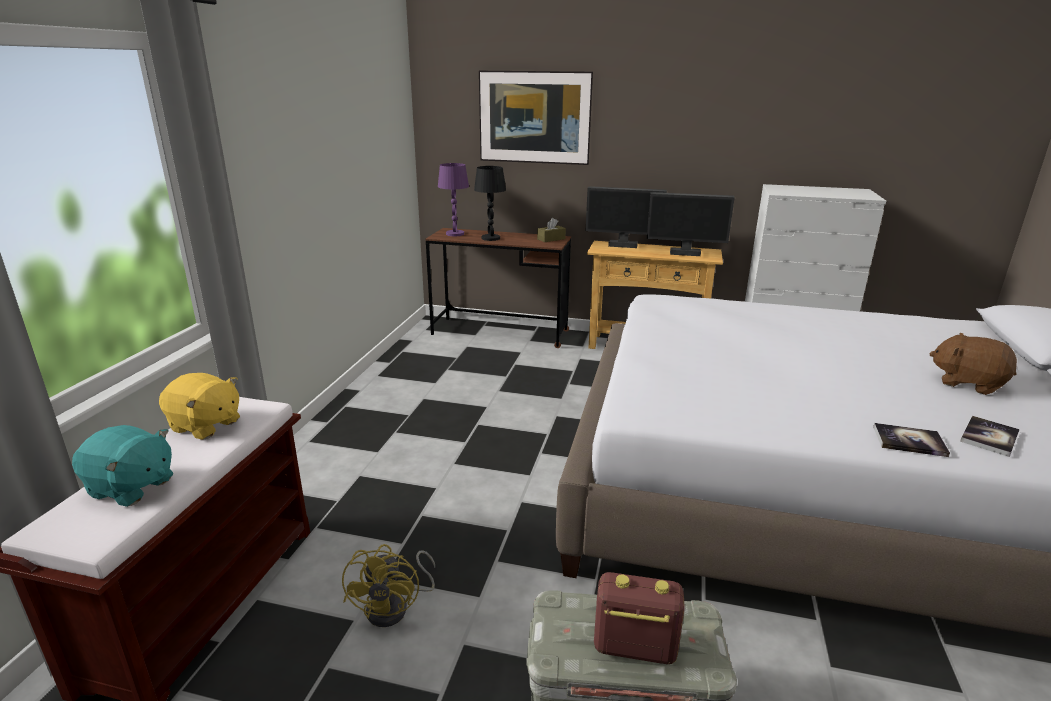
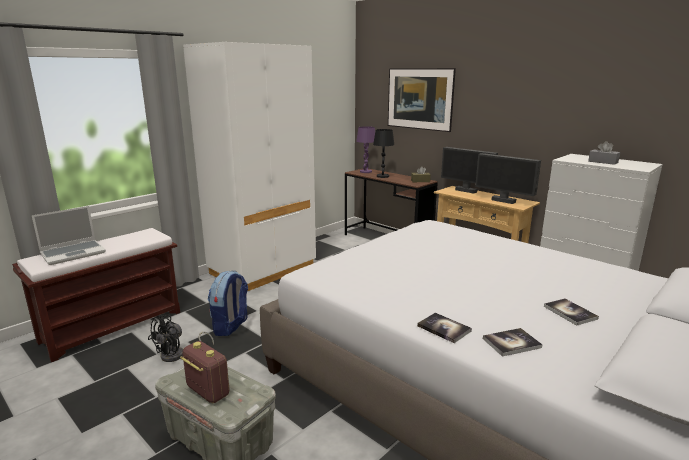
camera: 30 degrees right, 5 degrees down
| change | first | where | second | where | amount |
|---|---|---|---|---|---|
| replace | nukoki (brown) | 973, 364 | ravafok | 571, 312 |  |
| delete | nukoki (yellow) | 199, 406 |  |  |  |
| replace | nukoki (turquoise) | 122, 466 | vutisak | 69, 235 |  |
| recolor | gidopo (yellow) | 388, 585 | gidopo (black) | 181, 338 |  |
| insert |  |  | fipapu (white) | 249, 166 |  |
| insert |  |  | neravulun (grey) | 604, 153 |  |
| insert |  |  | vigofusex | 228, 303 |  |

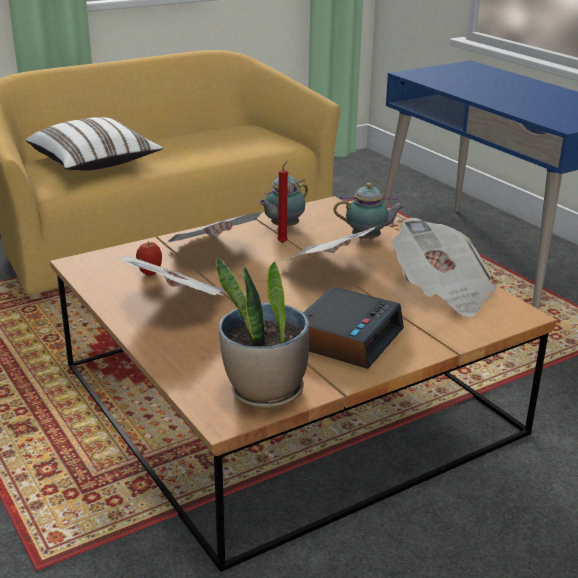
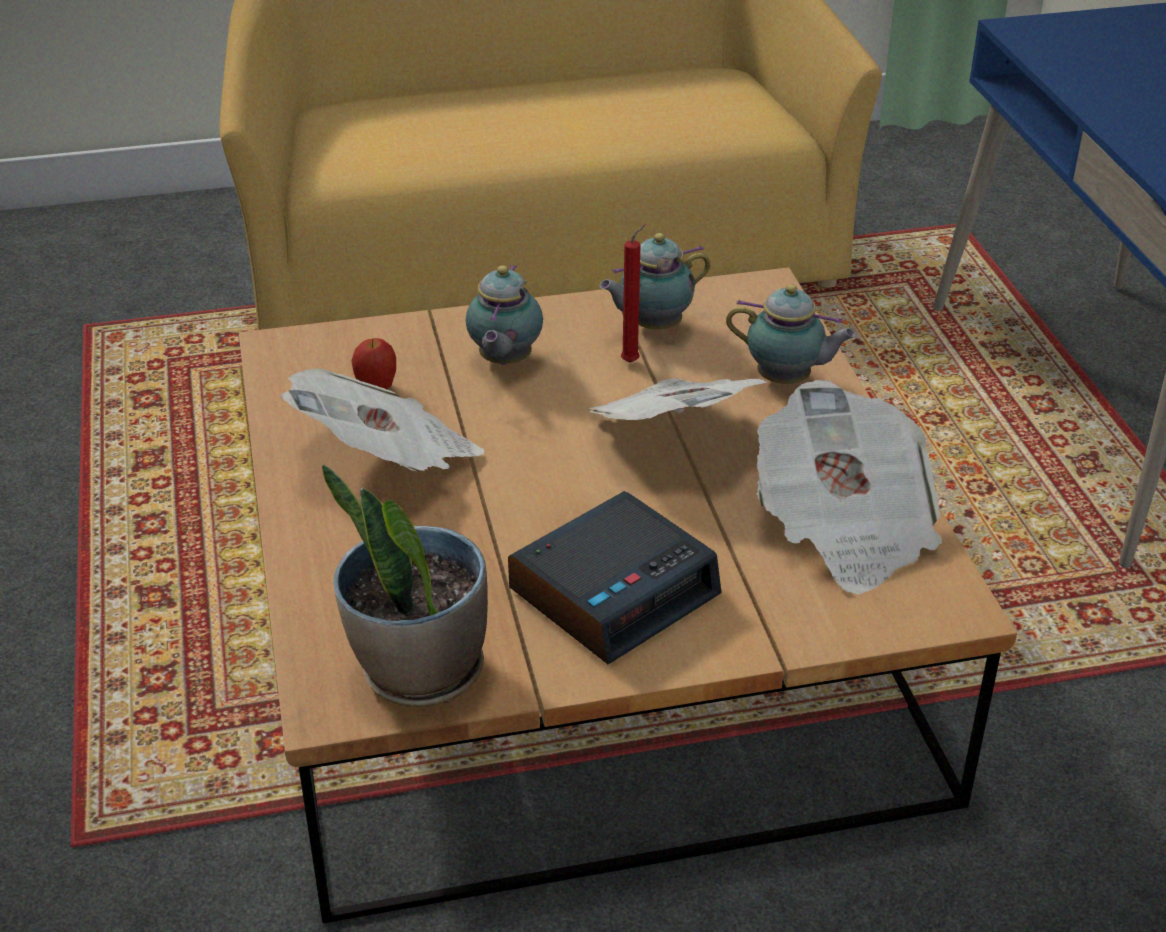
camera: 20 degrees right, 10 degrees up
| change | first | where | second | where | amount |
|---|---|---|---|---|---|
| delete | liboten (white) | 94, 144 |  |  |  |
| replace | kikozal | 215, 227 | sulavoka | 504, 315 |  |

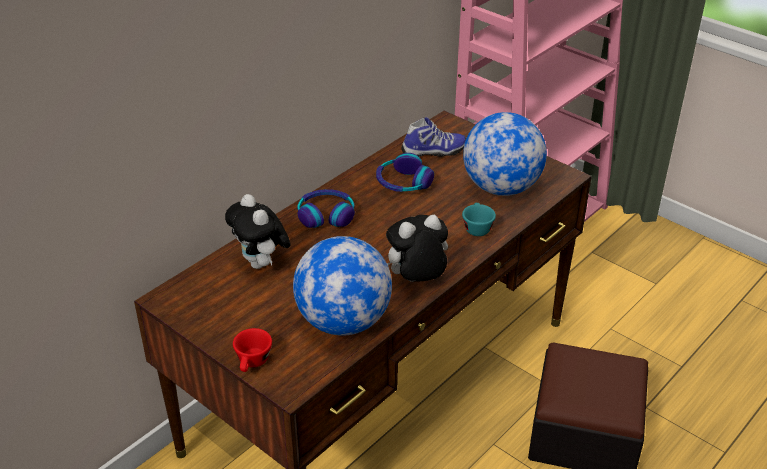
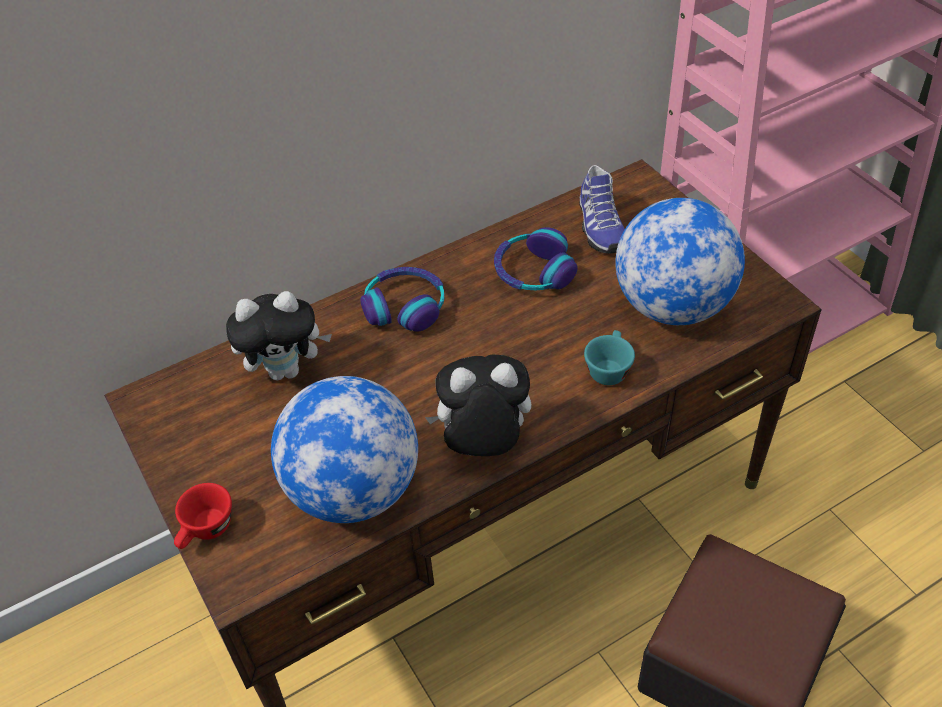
camera: 20 degrees right, 10 degrees up
| change | first | where | second | where | amount |
|---|---|---|---|---|---|
| rotate | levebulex | 433, 137 |  | 602, 209 | 75 degrees clockwise |
| rotate | nukoki | 258, 231 |  | 279, 336 | 90 degrees counterclockwise |

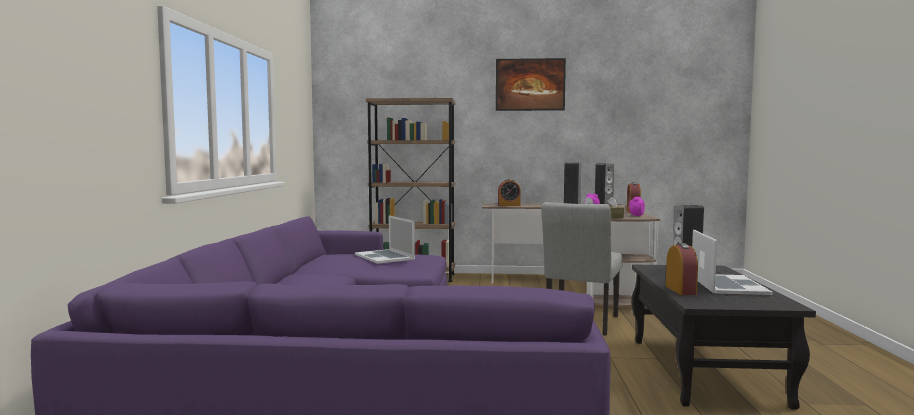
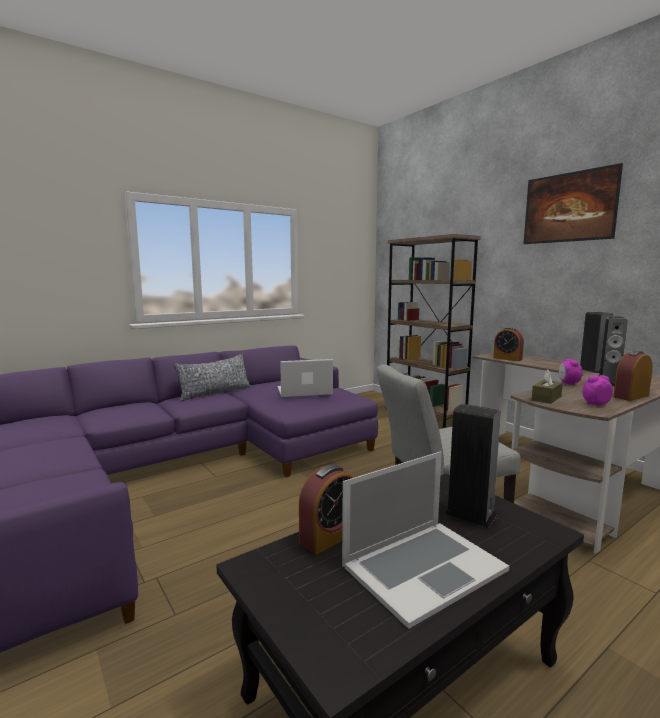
camera: 50 degrees right, 5 degrees up
| change | first | where | second | where | amount |
|---|---|---|---|---|---|
| rotate | vutisak | 385, 240 |  | 305, 378 | 60 degrees clockwise |
| insert |  |  | liboten | 212, 378 |  |

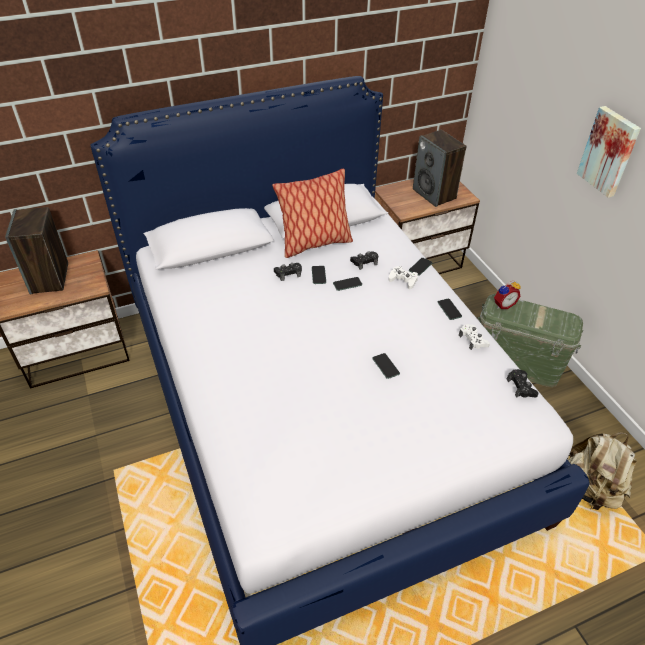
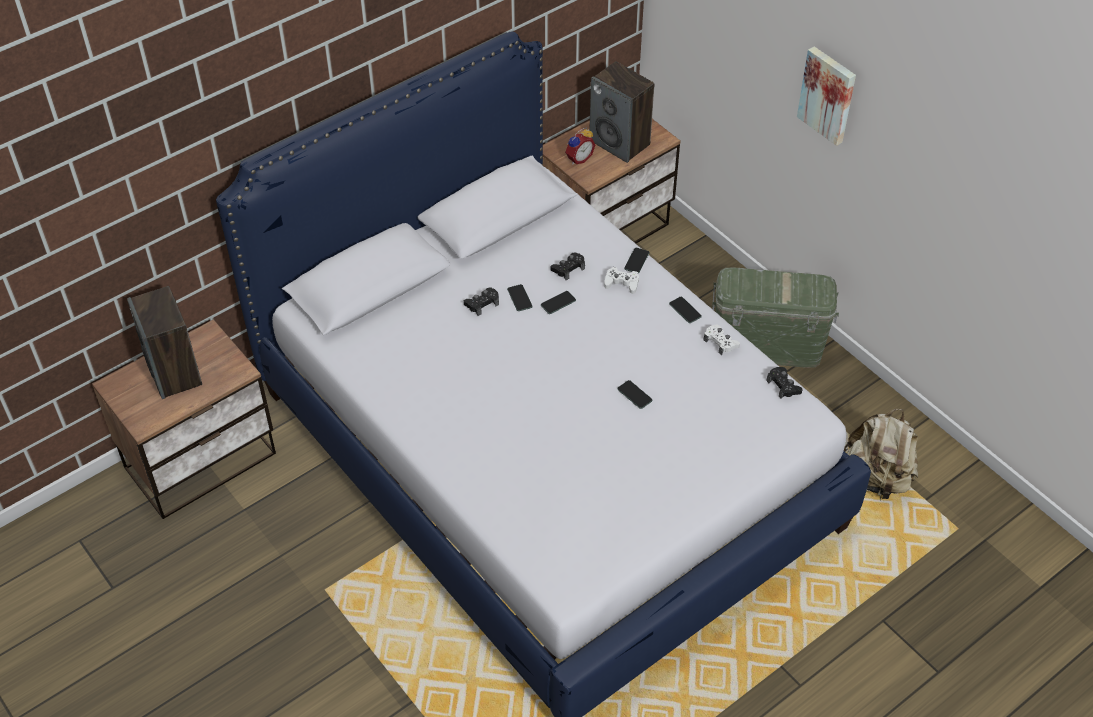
camera: 15 degrees left, 5 degrees up
| change | first | where | second | where | amount |
|---|---|---|---|---|---|
| delete | liboten | 312, 213 |  |  |  |
| move | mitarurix | 507, 294 |  | 580, 145 |  |

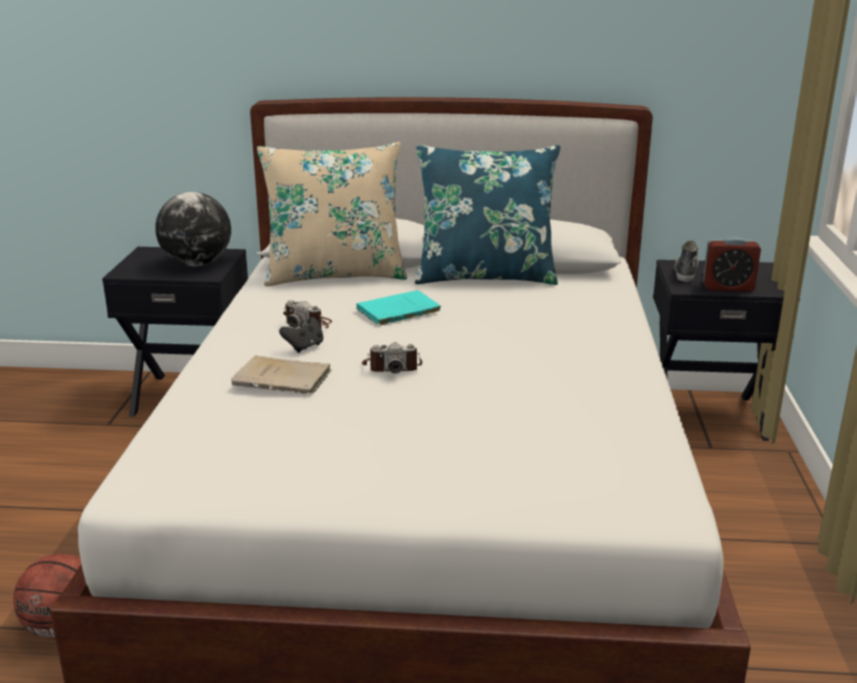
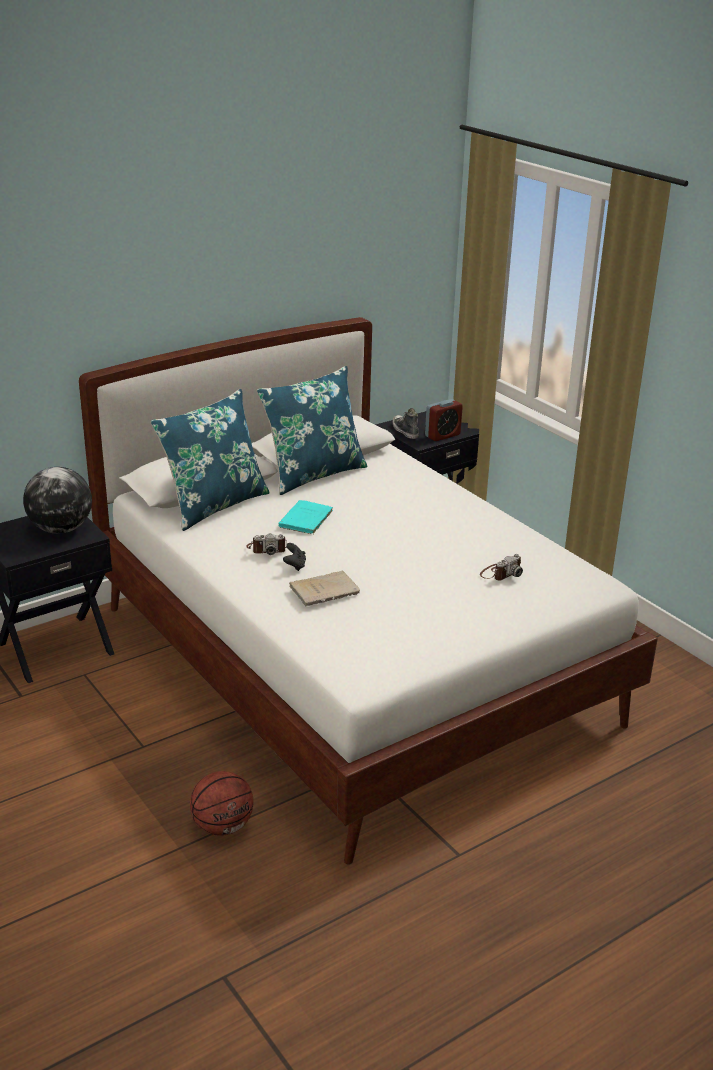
camera: 40 degrees left, 5 degrees up
| change | first | where | second | where | amount |
|---|---|---|---|---|---|
| recolor | liboten (beige) | 332, 214 | liboten (blue) | 210, 460 |  |
| move | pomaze | 392, 357 |  | 501, 567 |  |

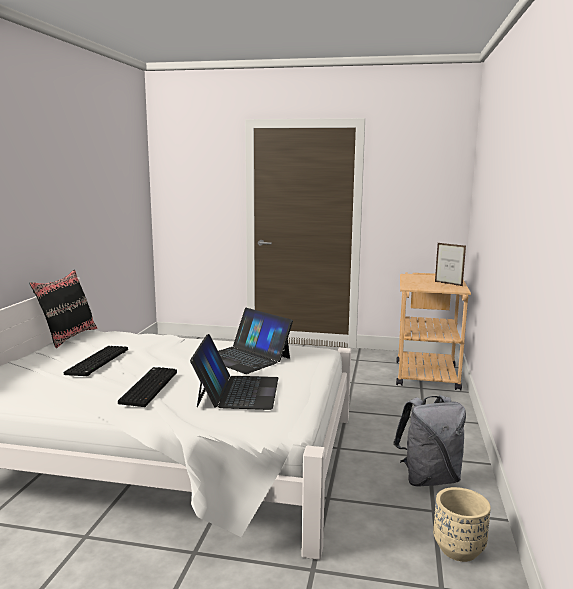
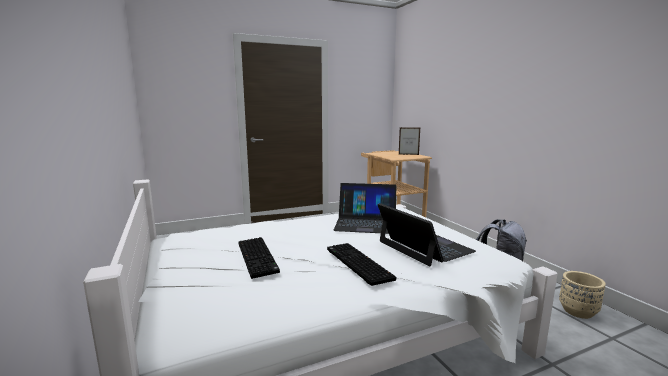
camera: 35 degrees left, 0 degrees up
| change | first | where | second | where | amount |
|---|---|---|---|---|---|
| delete | liboten (black) | 63, 309 |  |  |  |

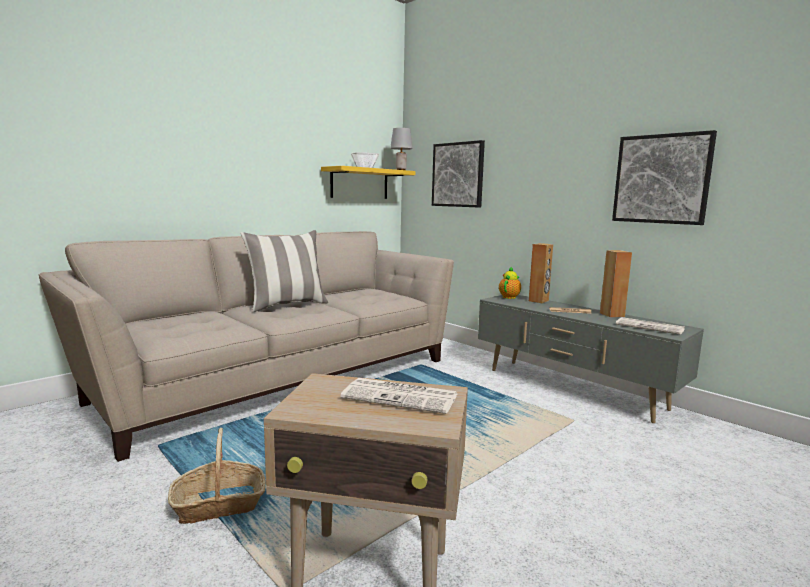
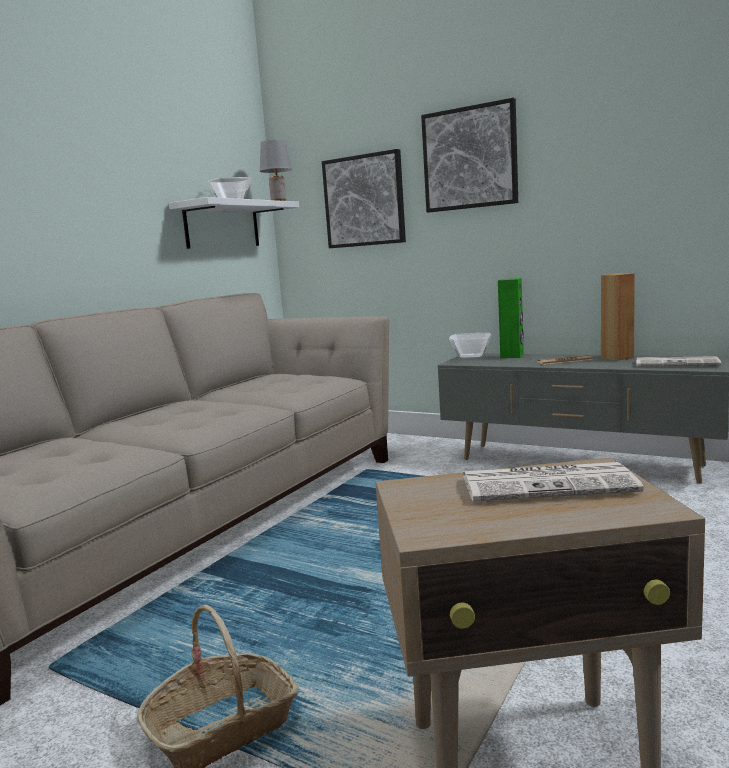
camera: 15 degrees left, 0 degrees up
| change | first | where | second | where | amount |
|---|---|---|---|---|---|
| move | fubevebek | 664, 177 |  | 469, 155 |  |
| recolor | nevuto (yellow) | 368, 182 | nevuto (white) | 234, 223 |  |
| delete | liboten | 284, 271 |  |  |  |
| recolor | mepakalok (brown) | 541, 273 | mepakalok (green) | 511, 318 |  |
| replace | sulavoka | 510, 282 | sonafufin | 470, 346 |  |

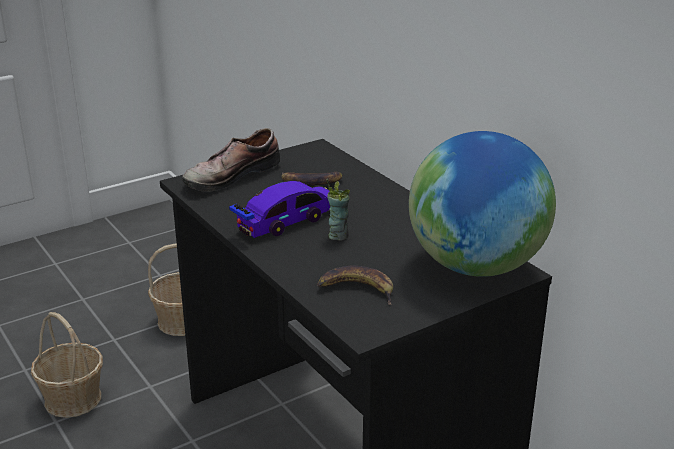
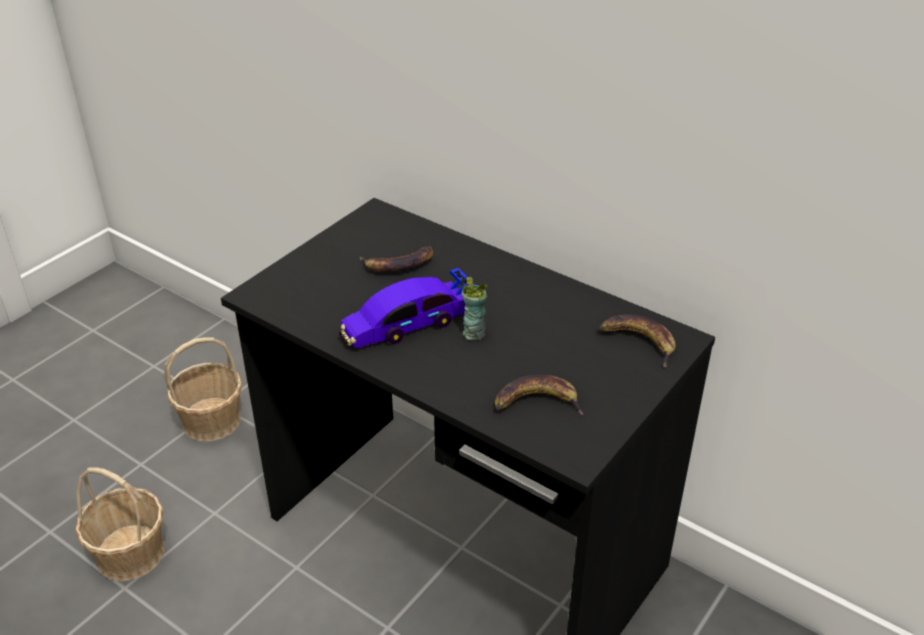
camera: 20 degrees left, 10 degrees up
| change | first | where | second | where | amount |
|---|---|---|---|---|---|
| delete | levebulex | 231, 160 |  |  |  |
| replace | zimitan | 482, 204 | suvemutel | 637, 341 |  |
| rotate | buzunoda | 279, 209 |  | 407, 308 | 150 degrees counterclockwise |

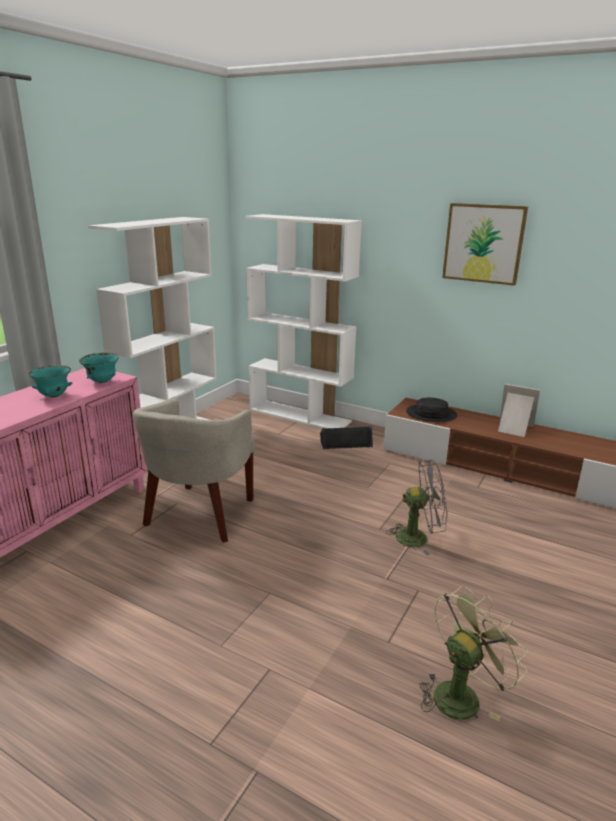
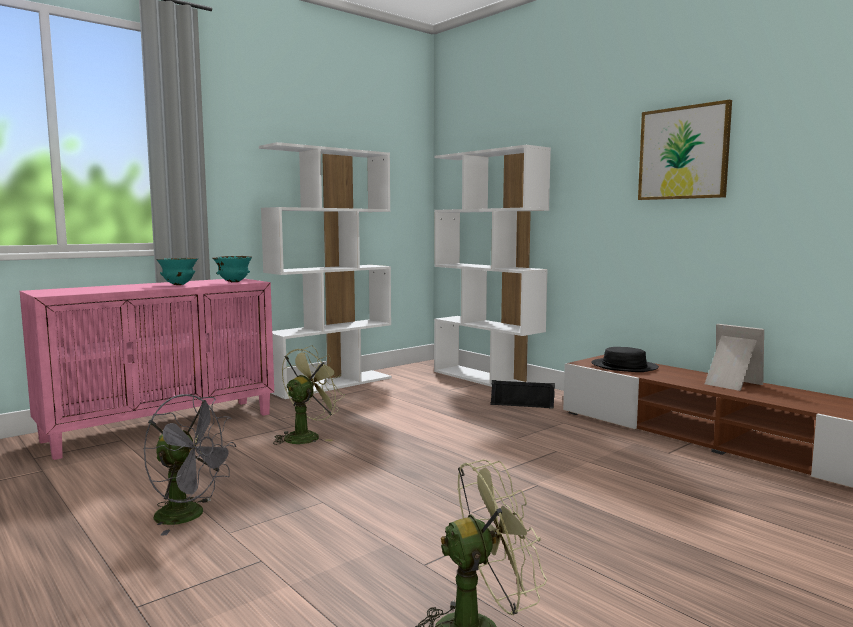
camera: 20 degrees right, 15 degrees down
| change | first | where | second | where | amount |
|---|---|---|---|---|---|
| replace | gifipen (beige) | 194, 471 | gidopo (green) | 309, 395 |  |
| move | gidopo (grey) | 417, 507 |  | 190, 465 |  |

